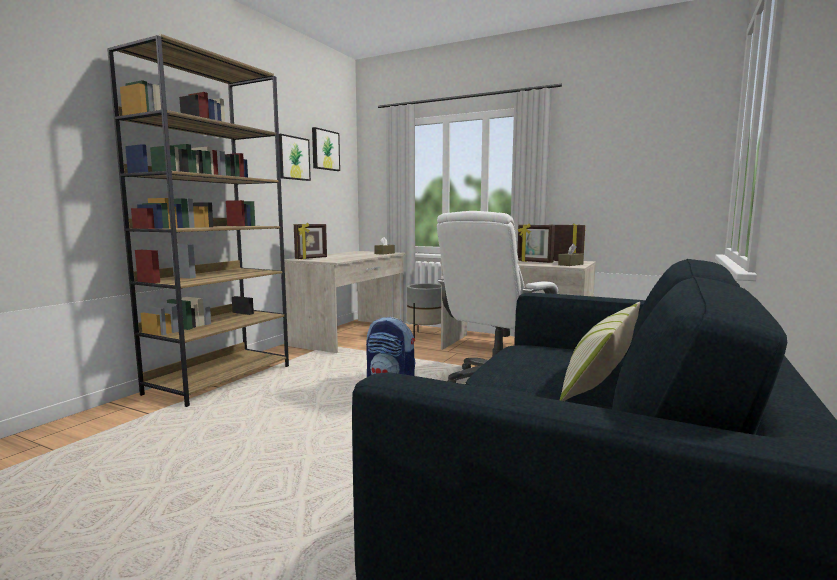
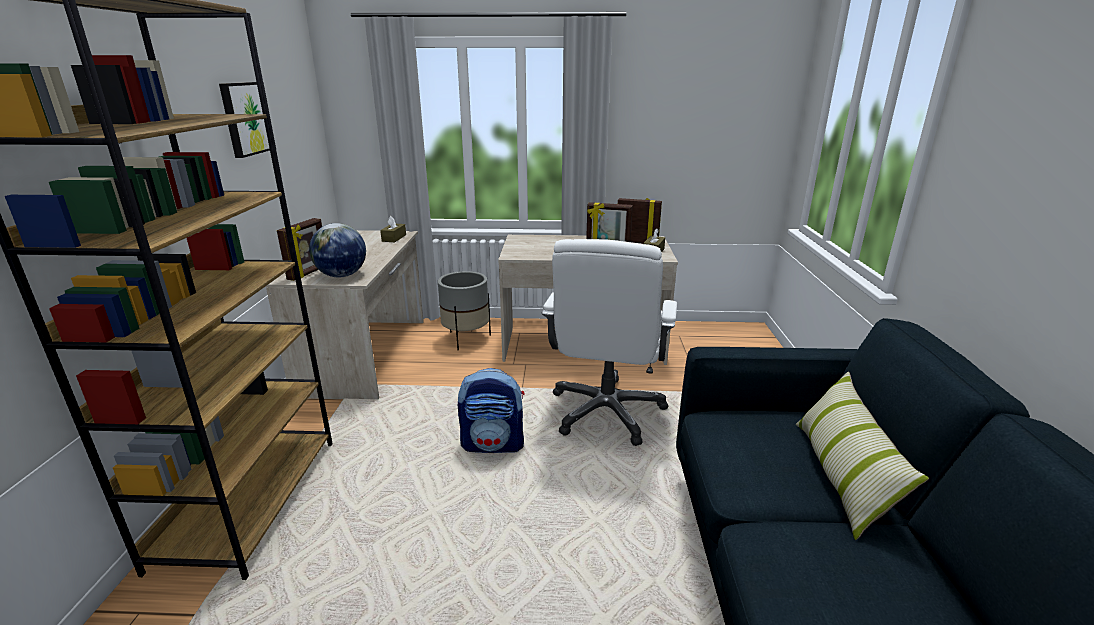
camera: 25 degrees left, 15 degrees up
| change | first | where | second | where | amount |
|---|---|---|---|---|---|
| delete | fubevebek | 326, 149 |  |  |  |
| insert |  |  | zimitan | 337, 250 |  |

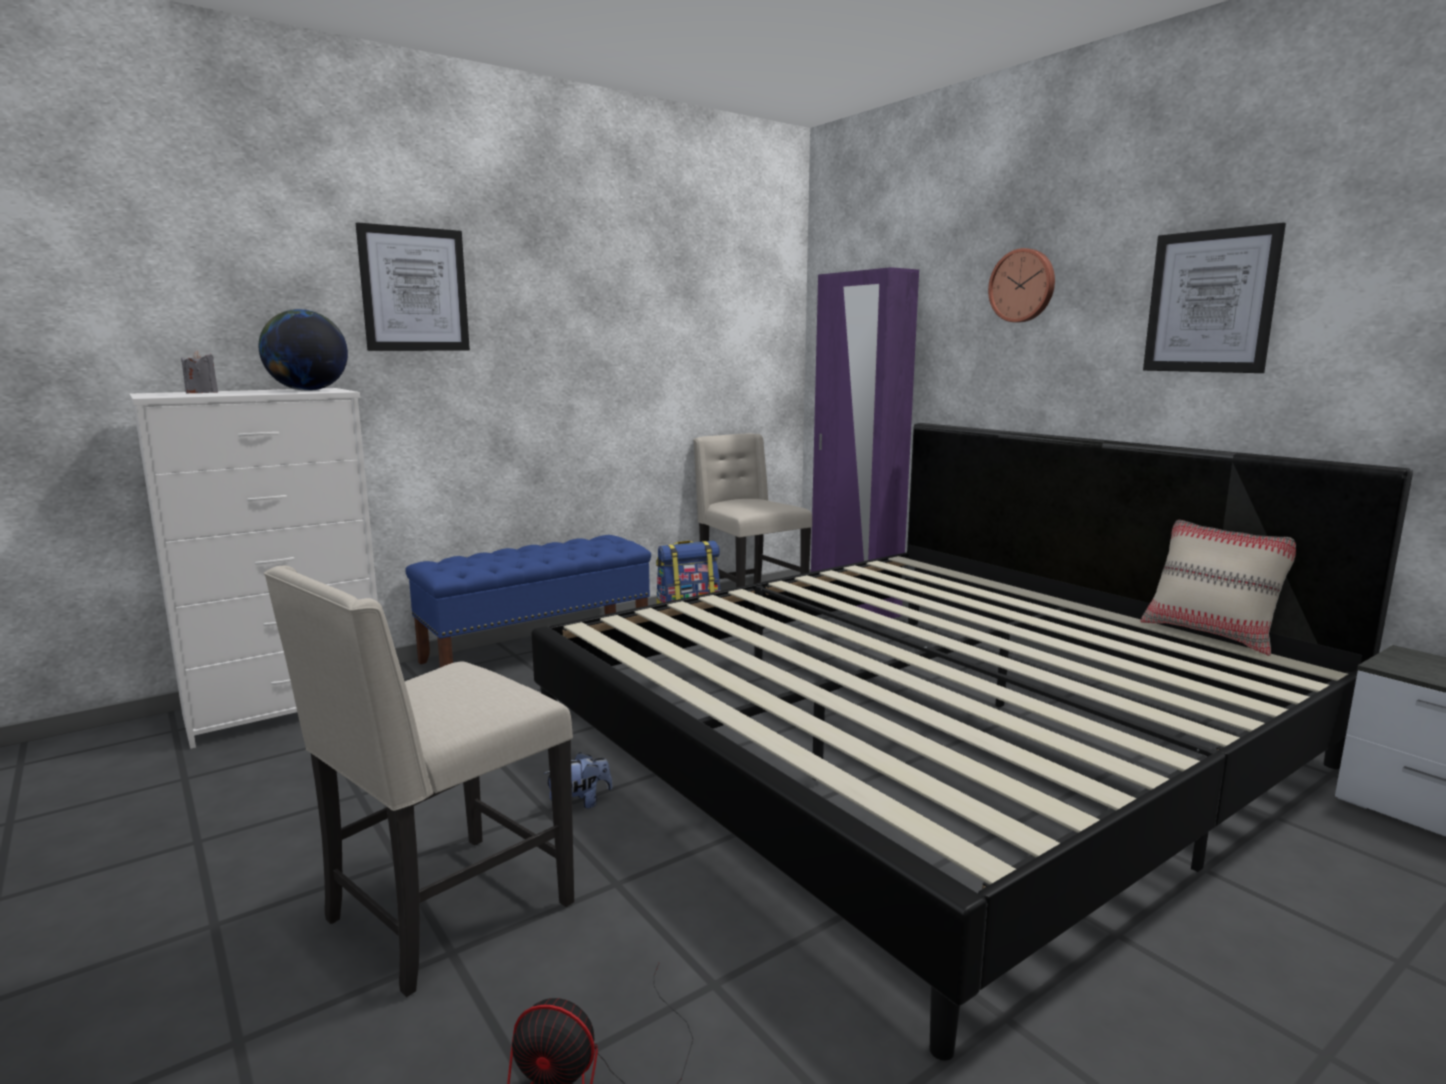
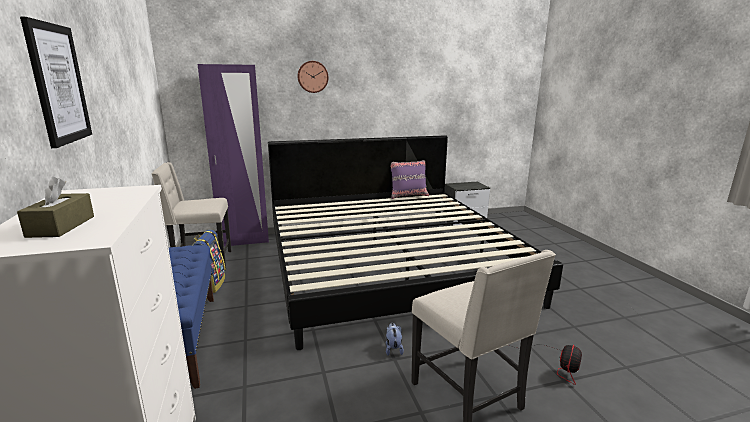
camera: 70 degrees left, 5 degrees up
| change | first | where | second | where | amount |
|---|---|---|---|---|---|
| delete | fubevebek | 1214, 297 |  |  |  |
| delete | zimitan | 303, 350 |  |  |  |
| replace | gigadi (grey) | 199, 372 | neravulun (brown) | 55, 207 |  |
| recolor | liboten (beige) | 1218, 588 | liboten (purple) | 410, 179 |  |

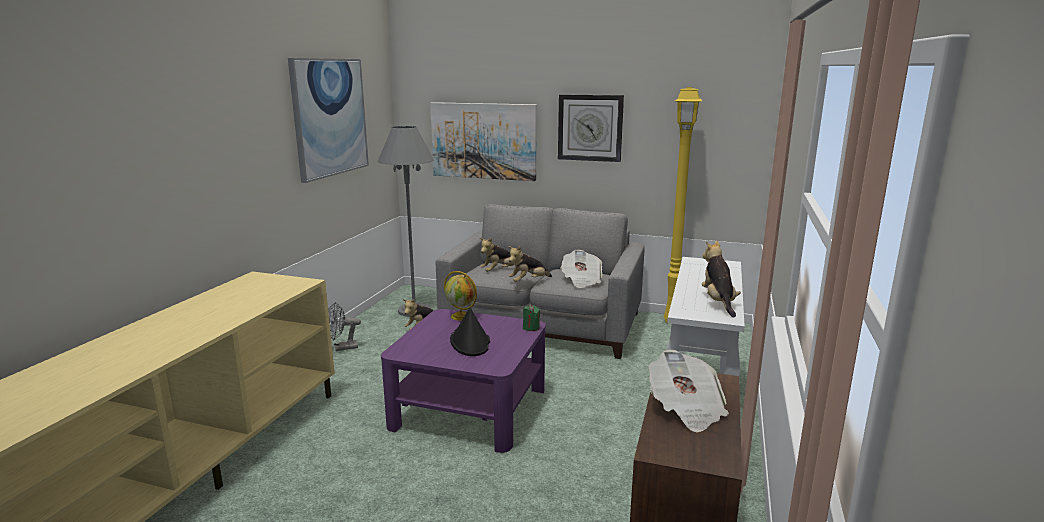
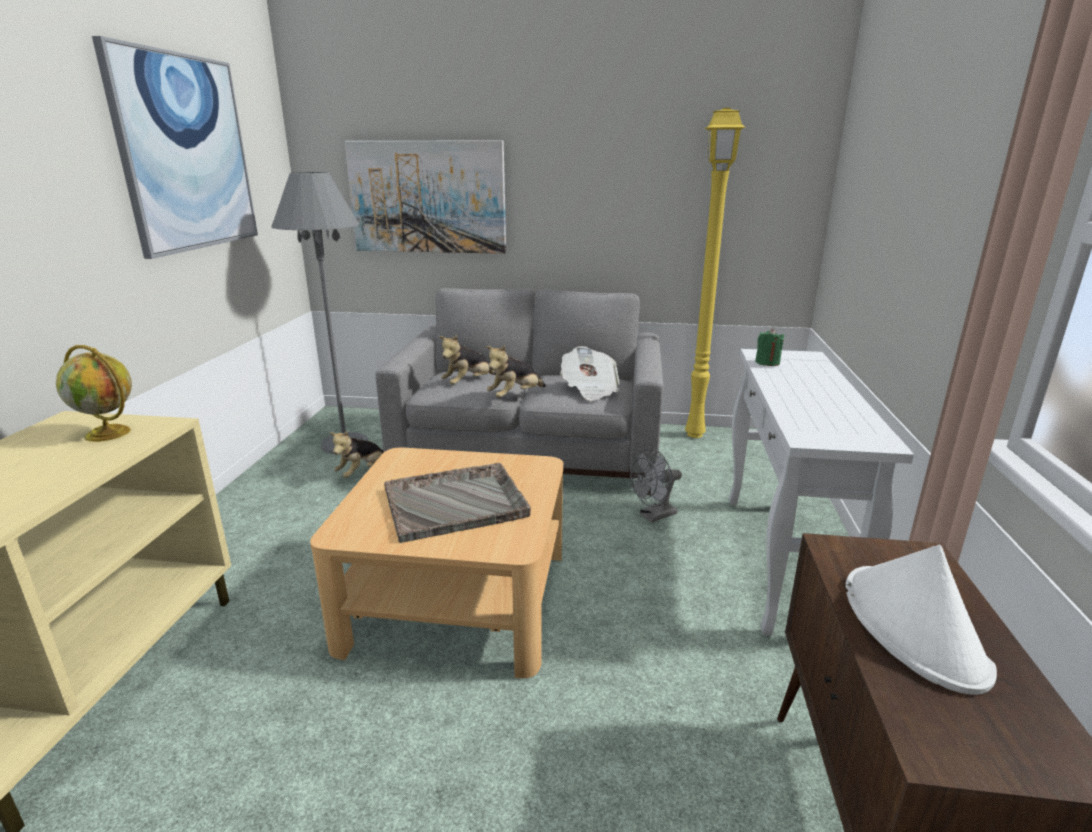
camera: 10 degrees left, 5 degrees up
| change | first | where | second | where | amount |
|---|---|---|---|---|---|
| delete | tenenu | 591, 128 |  |  |  |
| delete | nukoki | 721, 279 |  |  |  |
| move | zimitan | 460, 296 |  | 94, 393 |  |
| move | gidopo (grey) | 344, 326 |  | 656, 485 |  |
| move | gigadi (green) | 532, 318 |  | 770, 347 |  |
| replace | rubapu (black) | 470, 331 | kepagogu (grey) | 457, 503 |  |
| recolor | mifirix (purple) | 463, 381 | mifirix (beige) | 436, 563 |  |
| replace | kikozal | 689, 391 | rubapu (white) | 921, 620 |  |

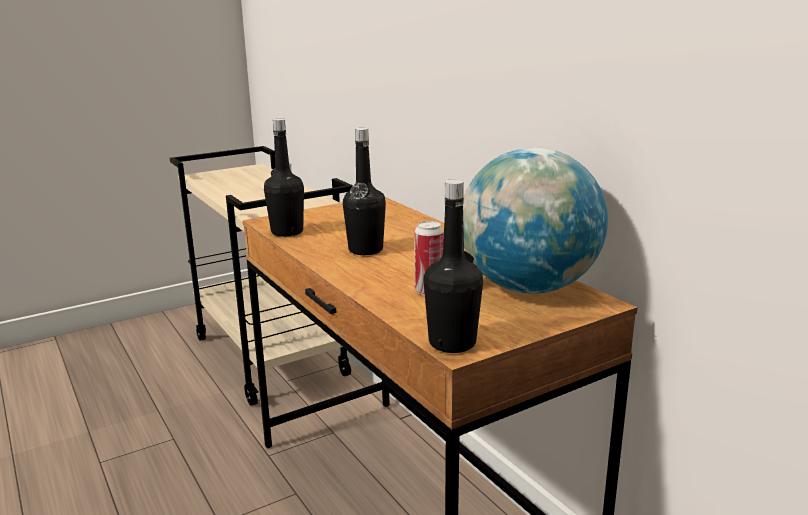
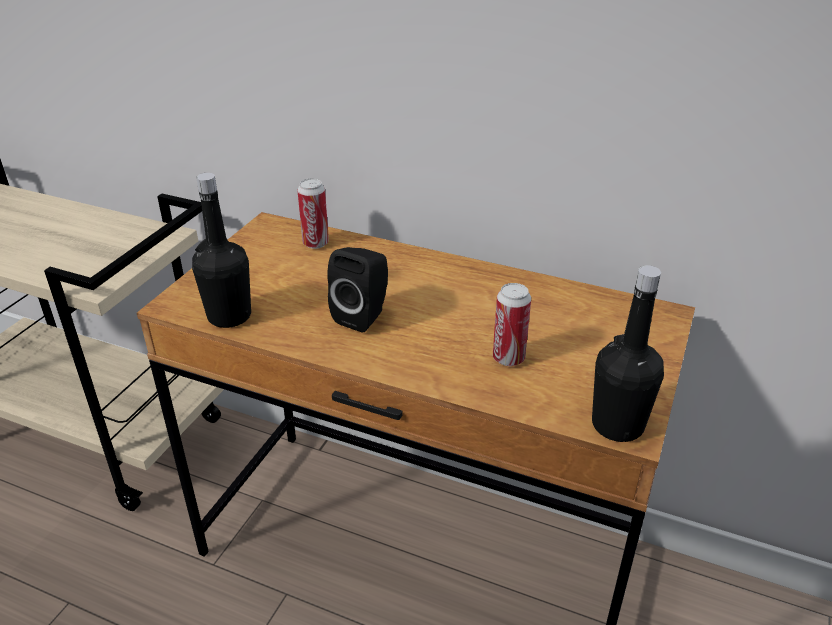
camera: 35 degrees left, 15 degrees up
| change | first | where | second | where | amount |
|---|---|---|---|---|---|
| replace | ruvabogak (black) | 364, 191 | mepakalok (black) | 357, 290 |  |
| delete | zimitan | 535, 221 |  |  |  |
| insert |  |  | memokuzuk | 313, 213 |  |

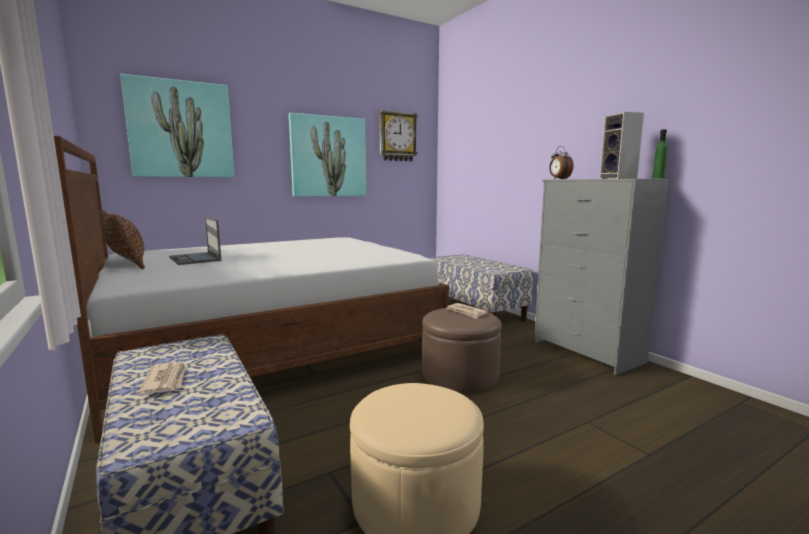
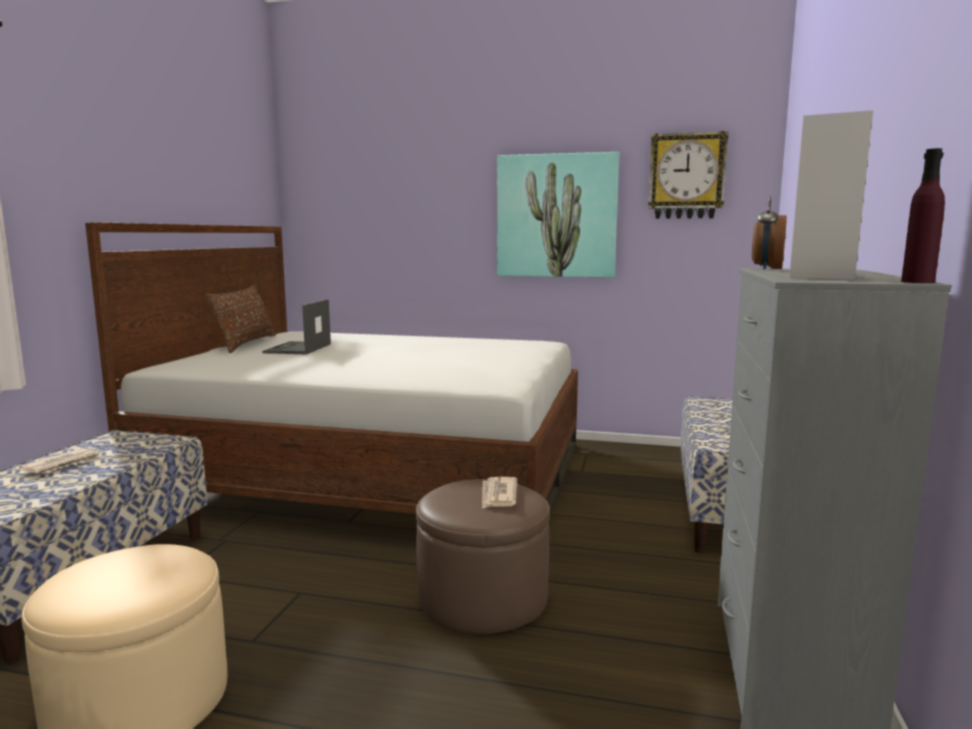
camera: 45 degrees right, 0 degrees up
| change | first | where | second | where | amount |
|---|---|---|---|---|---|
| delete | fubevebek | 177, 125 |  |  |  |
| recolor | ruvabogak (green) | 660, 154 | ruvabogak (purple) | 923, 215 |  |

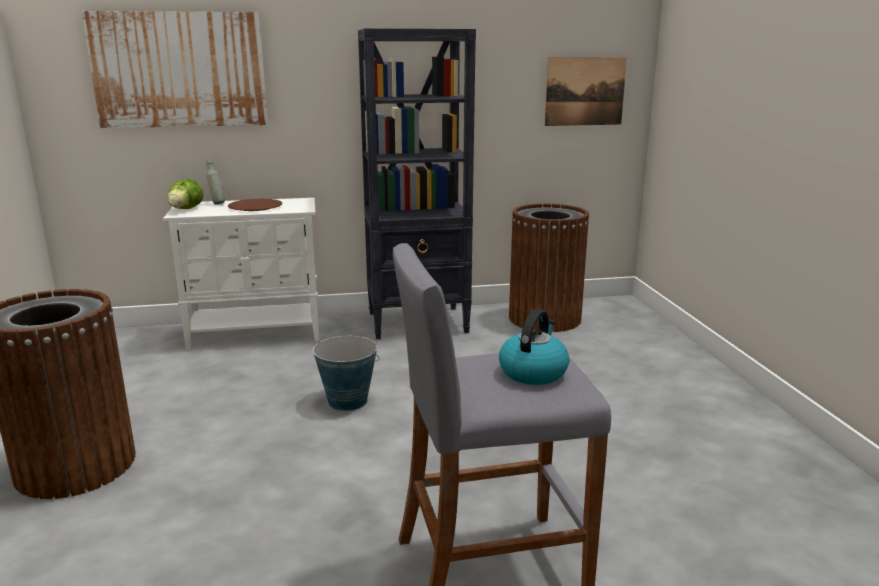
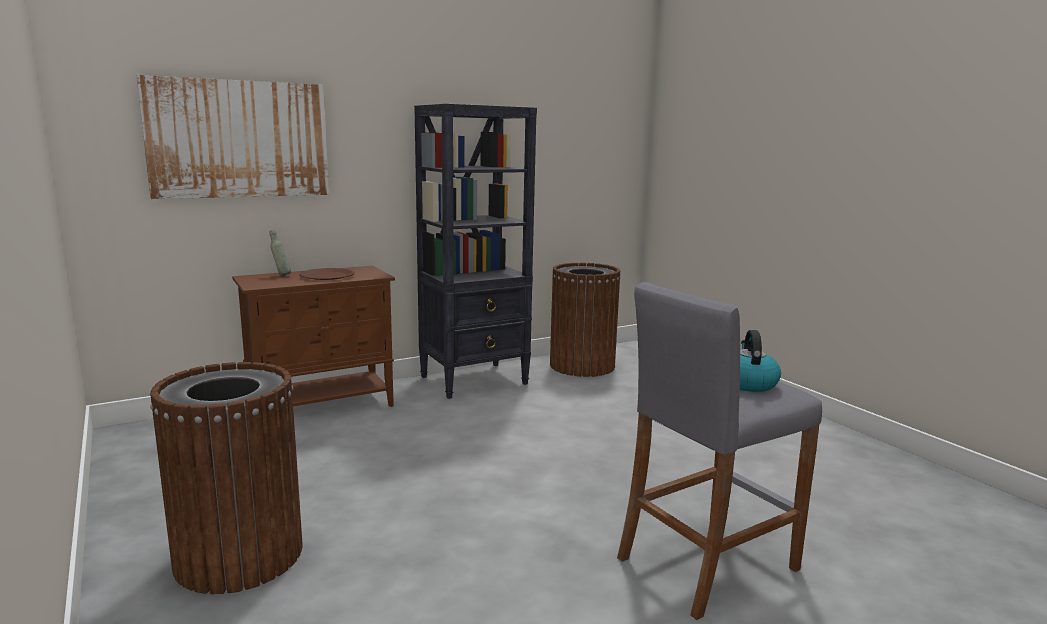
camera: 20 degrees left, 5 degrees down
| change | first | where | second | where | amount |
|---|---|---|---|---|---|
| delete | fubevebek | 586, 91 |  |  |  |
| delete | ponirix | 185, 194 |  |  |  |
| recolor | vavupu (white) | 241, 274 | vavupu (brown) | 313, 336 |  |
| delete | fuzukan | 346, 373 |  |  |  |

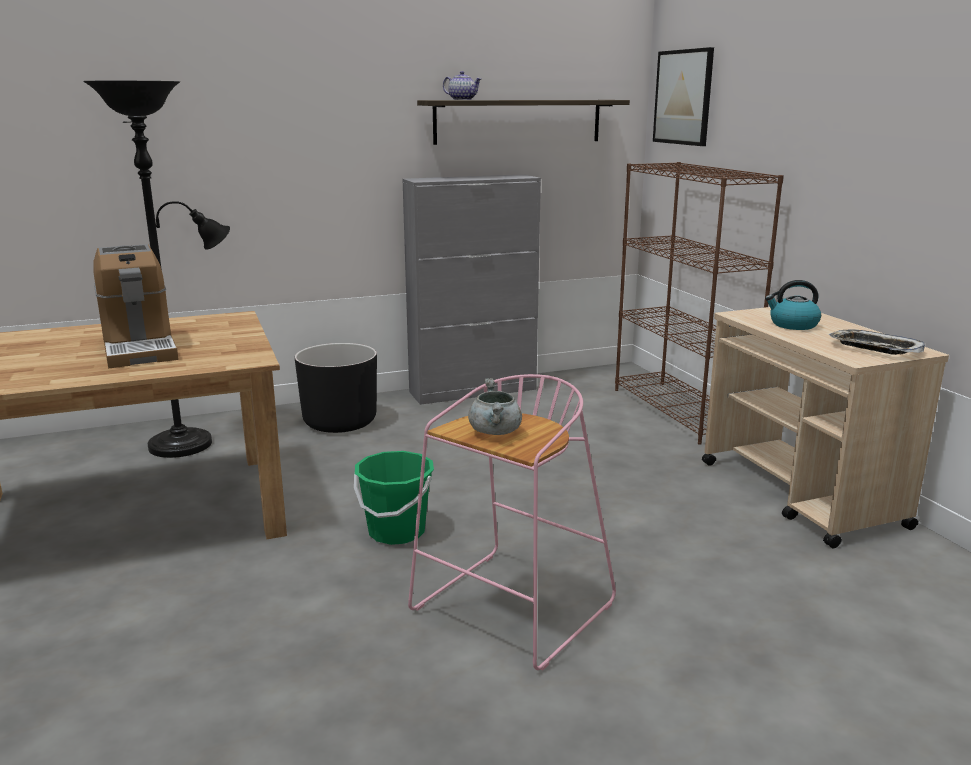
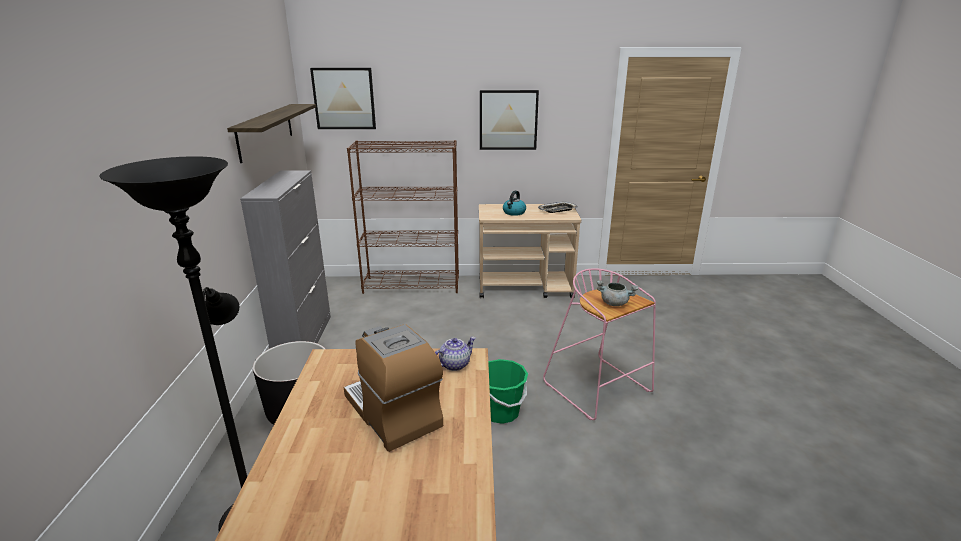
camera: 70 degrees left, 5 degrees up
| change | first | where | second | where | amount |
|---|---|---|---|---|---|
| move | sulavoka | 462, 85 |  | 455, 354 |  |
| rotate | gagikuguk | 136, 306 |  | 393, 388 | 120 degrees counterclockwise |
| insert |  |  | fubevebek | 509, 120 |  |

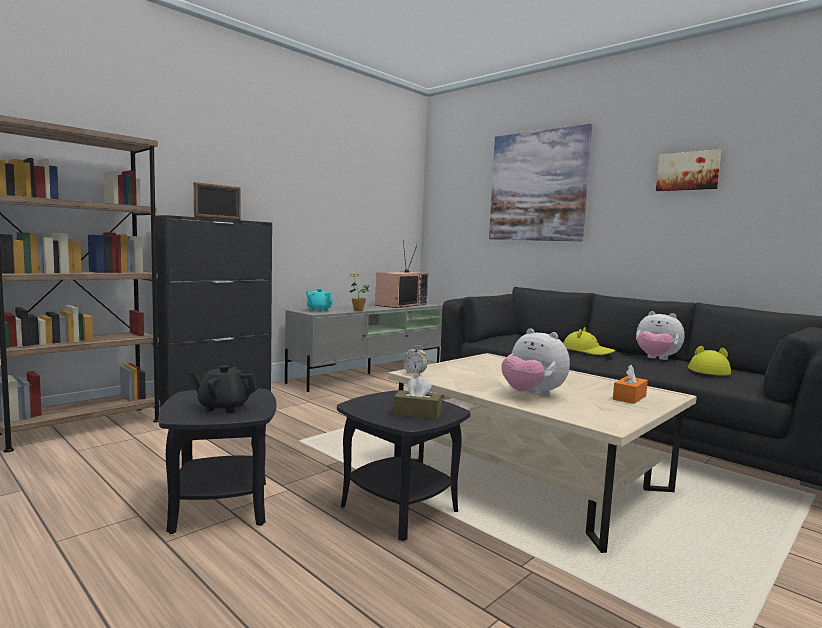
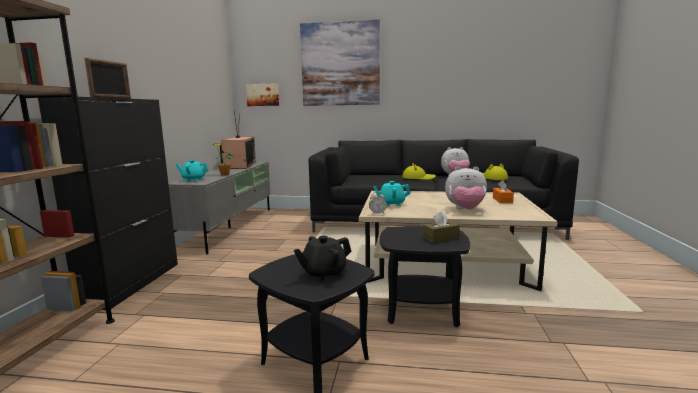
camera: 35 degrees left, 5 degrees up
| change | first | where | second | where | amount |
|---|---|---|---|---|---|
| move | fubevebek | 688, 170 |  | 262, 94 |  |
| insert |  |  | sulavoka (turquoise) | 392, 194 |  |

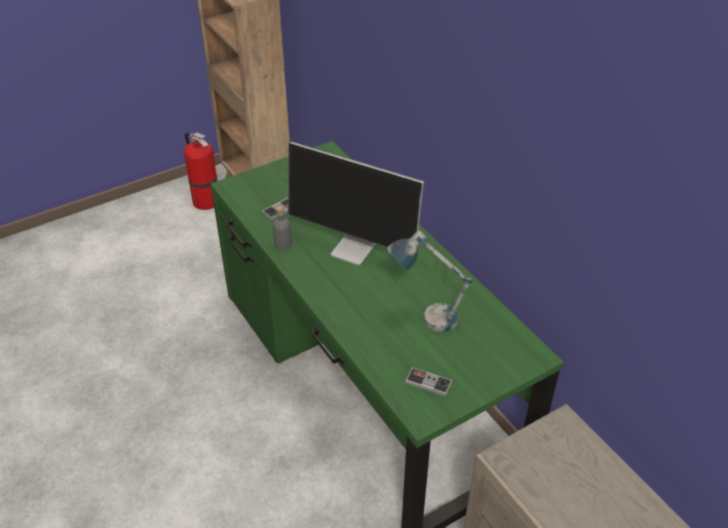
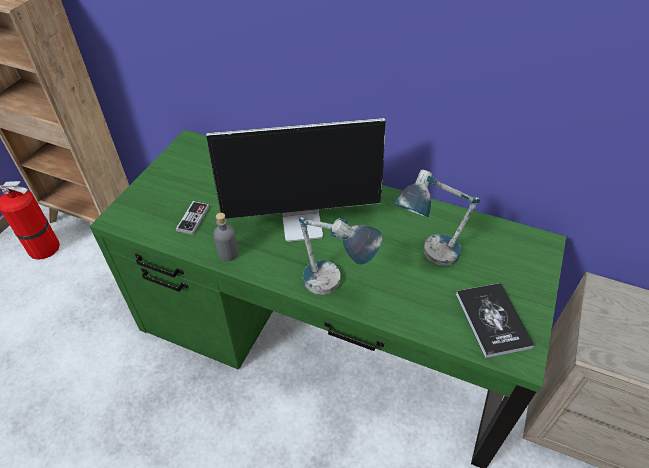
camera: 35 degrees left, 5 degrees up
| change | first | where | second | where | amount |
|---|---|---|---|---|---|
| replace | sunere | 429, 382 | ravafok | 495, 320 |  |
| insert |  |  | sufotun | 340, 256 |  |

